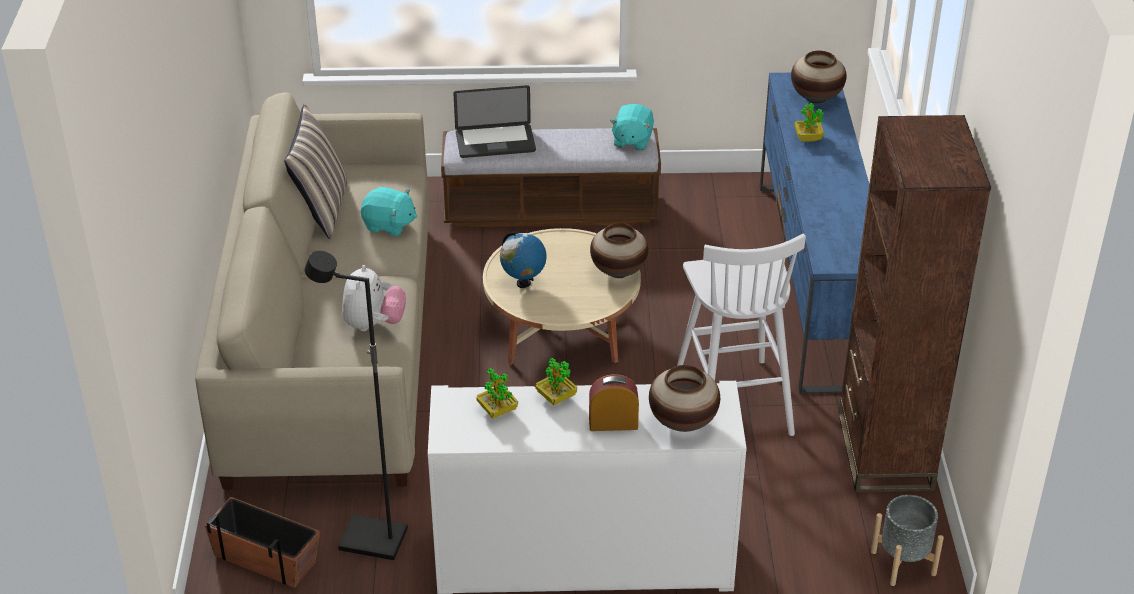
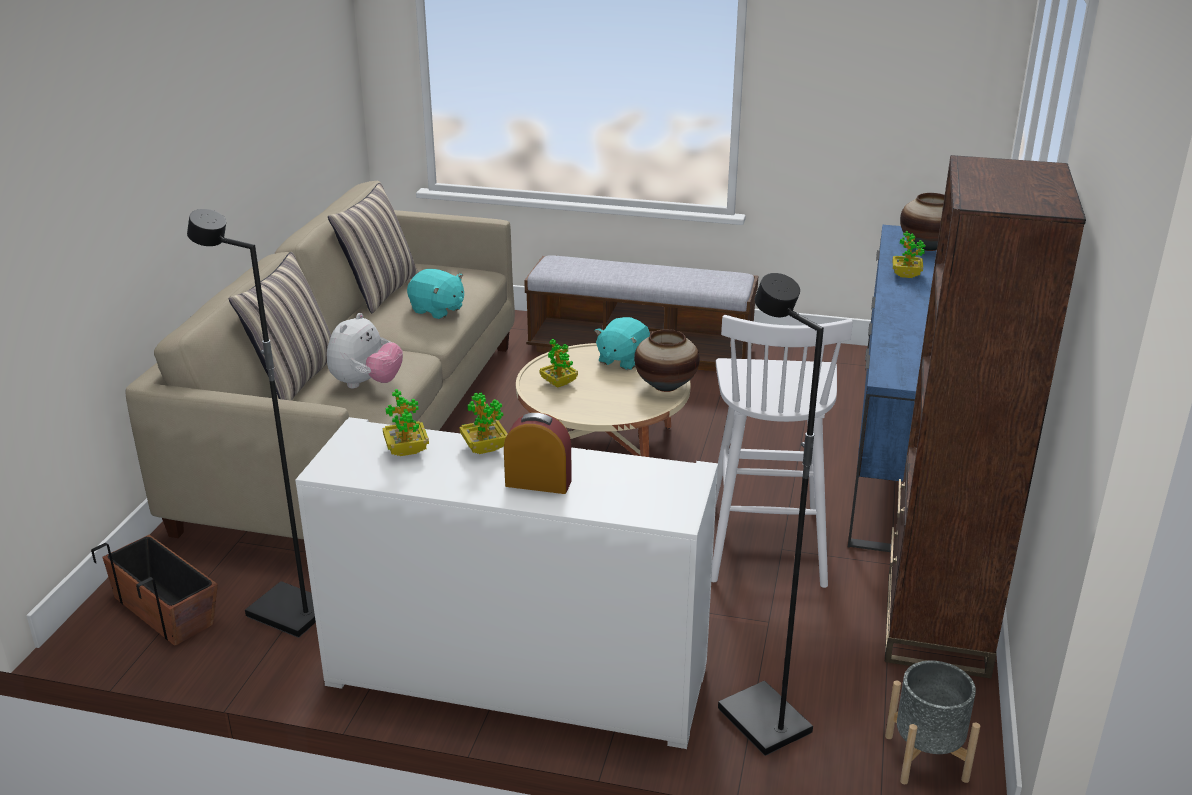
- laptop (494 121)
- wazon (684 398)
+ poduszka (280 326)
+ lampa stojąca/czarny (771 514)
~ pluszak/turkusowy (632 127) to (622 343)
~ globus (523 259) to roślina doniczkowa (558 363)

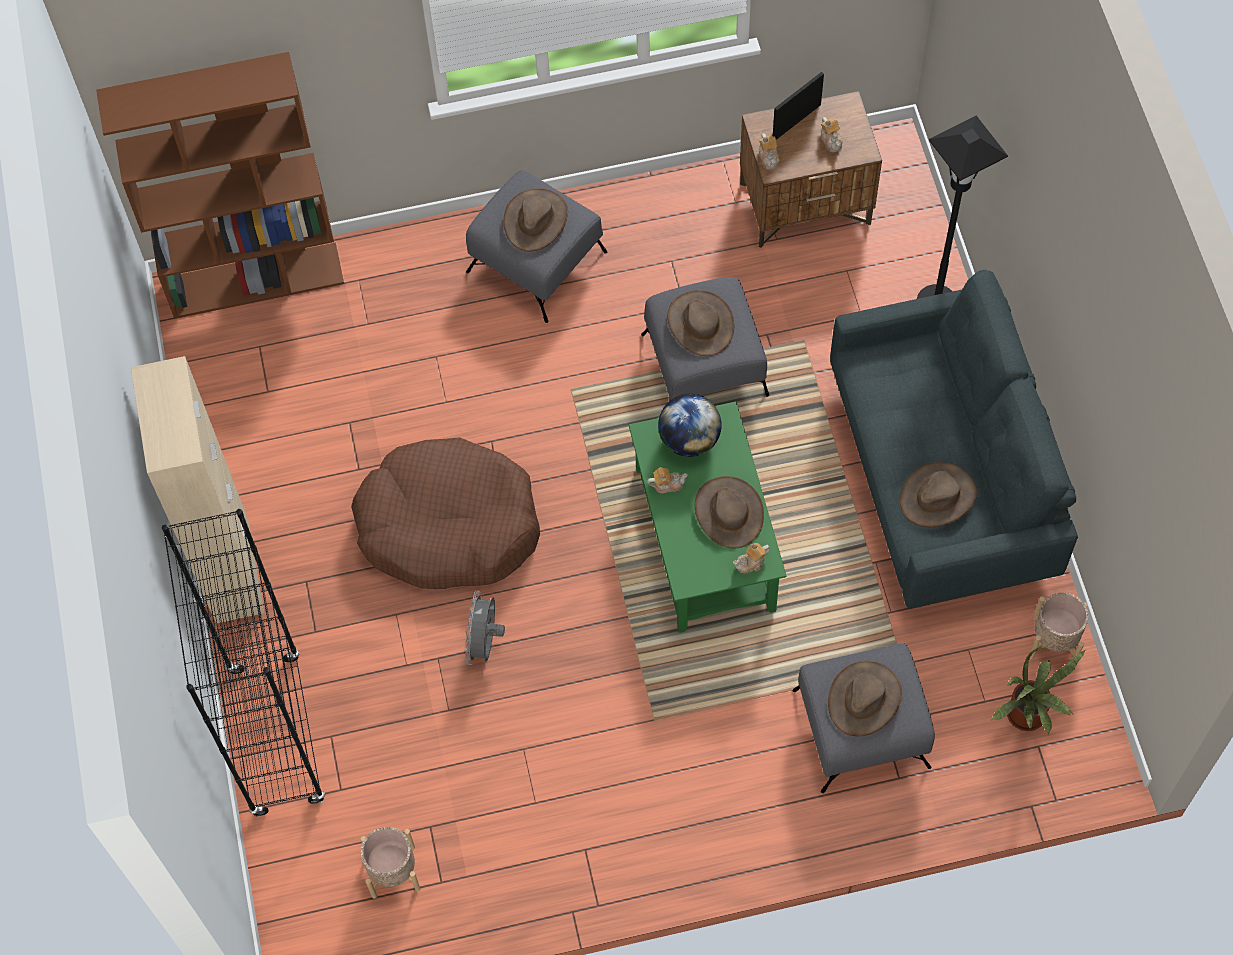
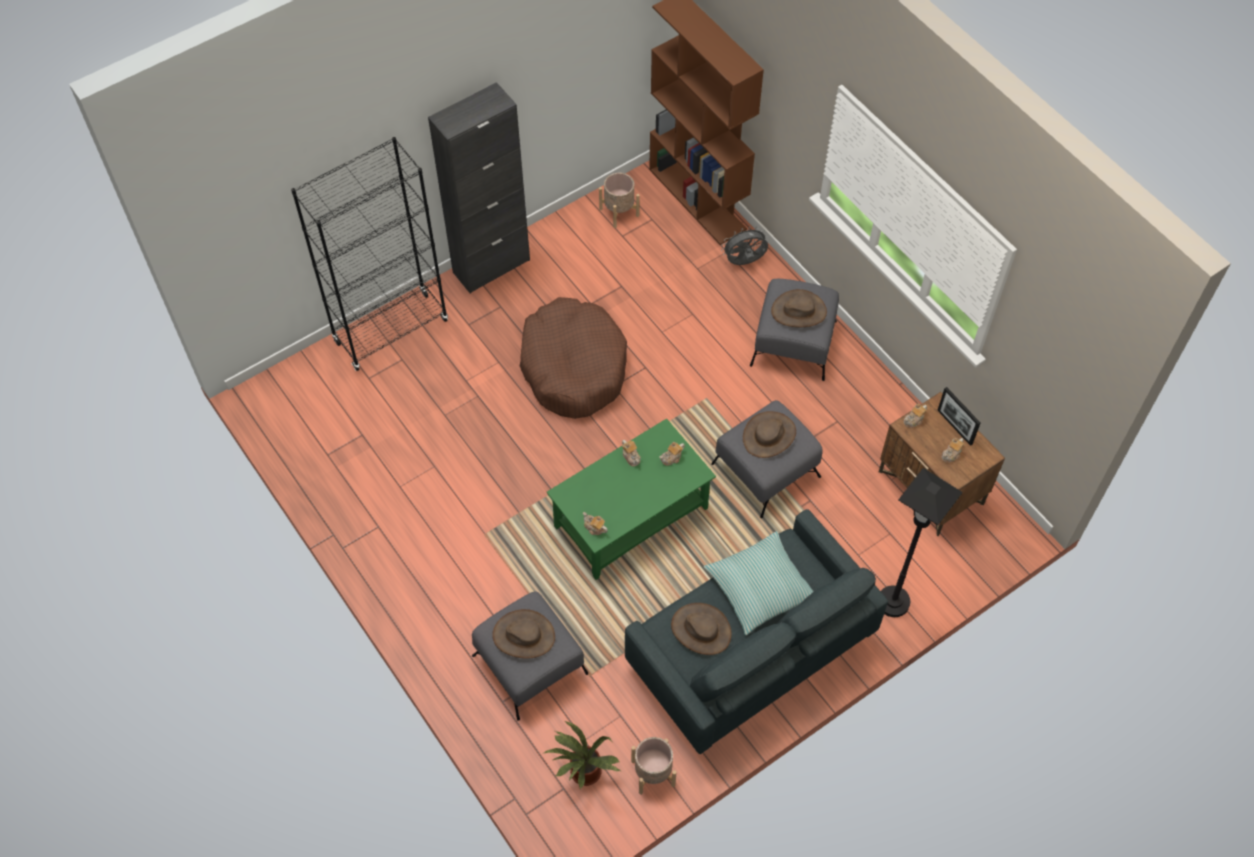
- kapelusz/brązowy (729 512)
+ poduszka (759 583)
~ donica/beżowy (390 863) to (619 200)
~ wentylator/szary (485 628) to (744 245)
~ globus (690 425) to imbryk (672 453)
~ szafka/beżowy (197 490) to szafka/czarny (479 187)
~ ramka na zdjęcie (798 106) = (958 416) 150 degrees counterclockwise

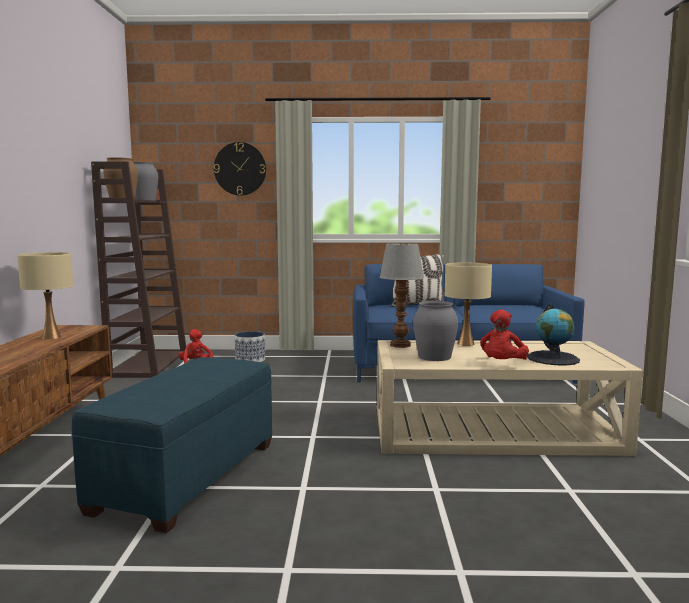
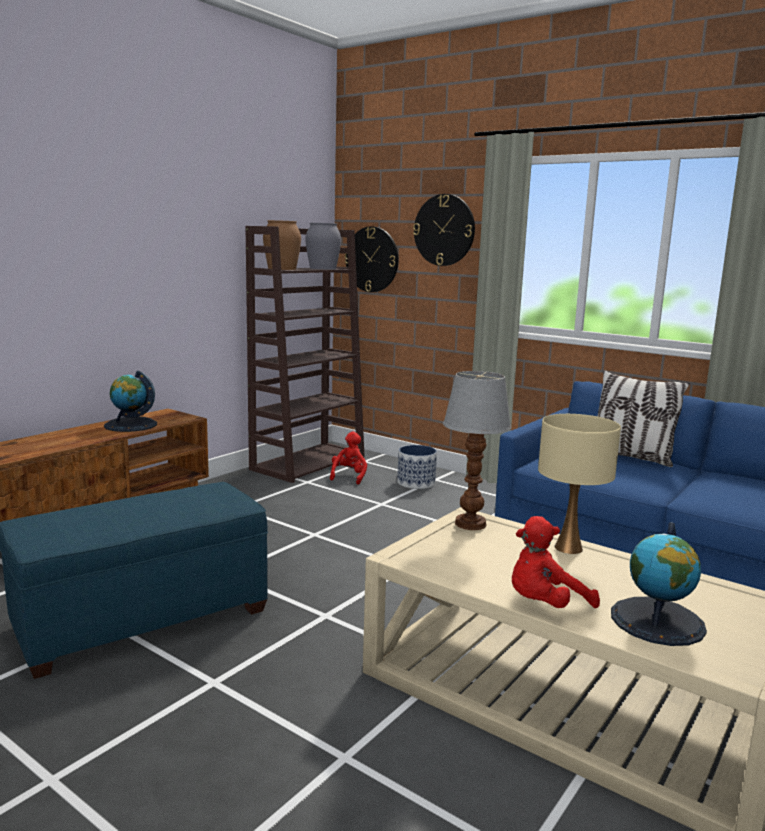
- wazon/szary (435 331)
+ zegar ścienny (371 259)
~ lampa stołowa/beżowy (45 295) to globus (130 401)

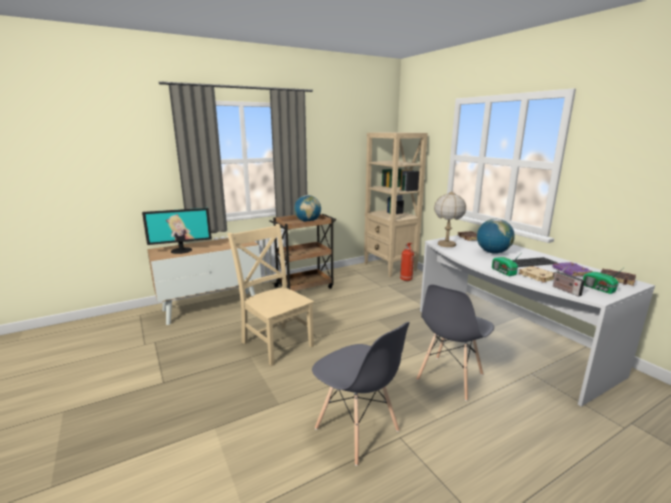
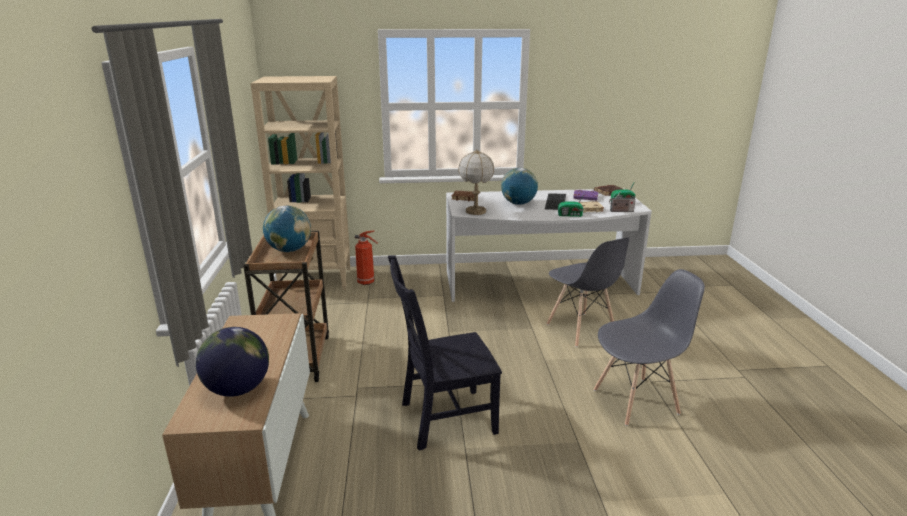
~ monitor (177 231) to globus (232 362)
~ krzesło/beżowy (270 295) to krzesło/czarny (445 353)

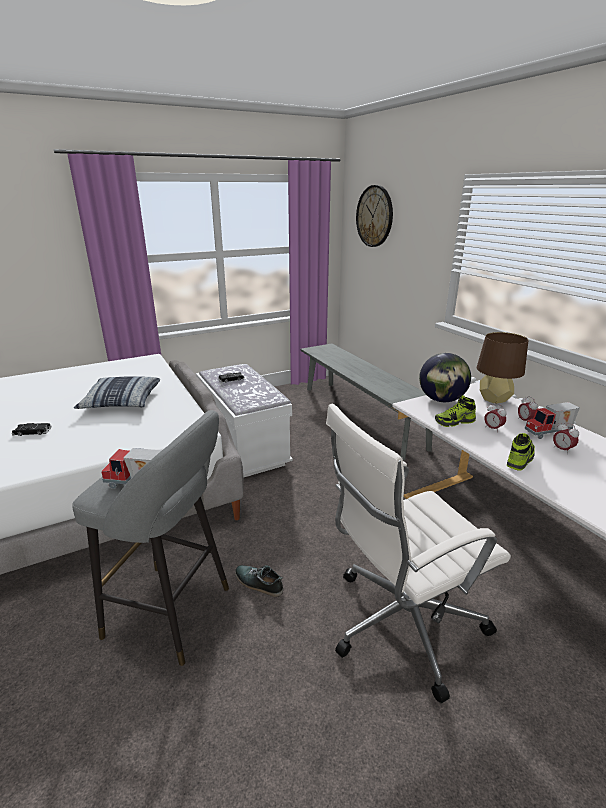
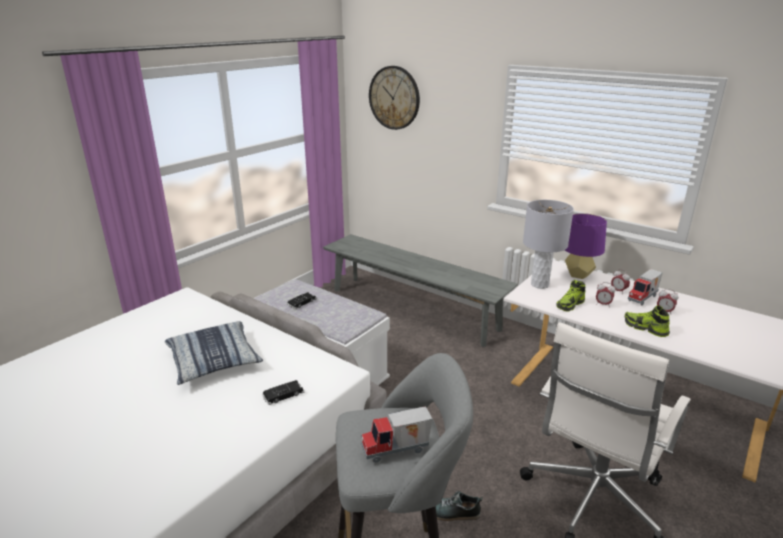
~ samochodzik/czarny (32 429) to (283 392)
~ globus (445 377) to lampa stołowa/szary (548 244)
~ lampa stołowa/brązowy (502 368) to lampa stołowa/fioletowy (586 246)
~ but (521 452) = (647 321) 60 degrees counterclockwise

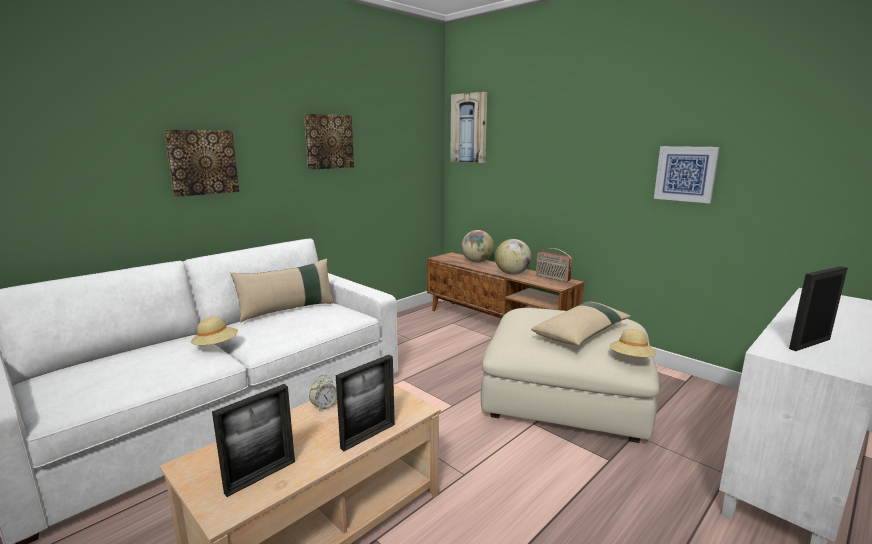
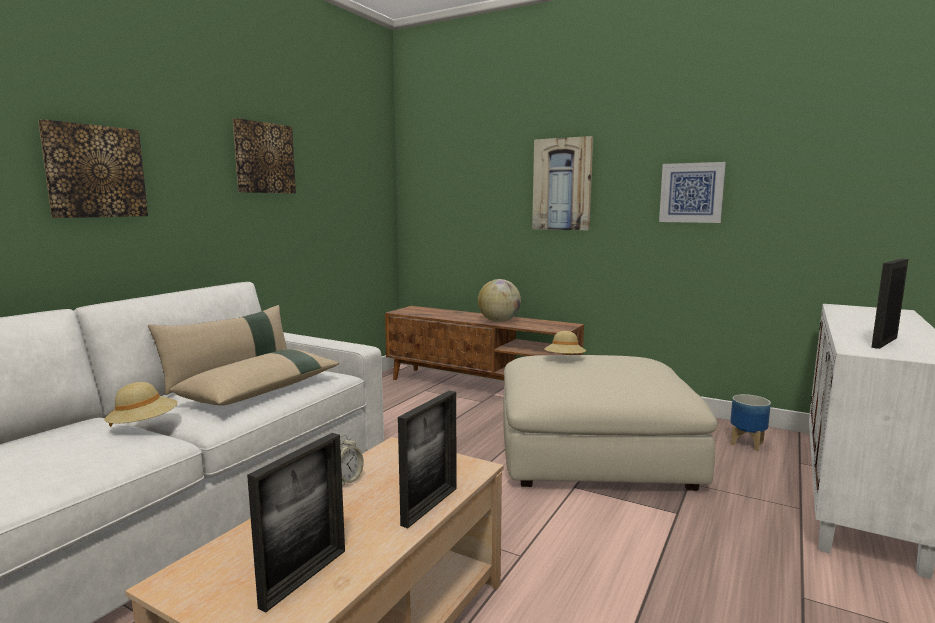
- globus (477 246)
- radio (554 265)
+ donica (750 422)
~ obraz (468 127) to (562 183)
~ poduszka/beżowy (581 324) to (254 377)
~ kapelusz/beżowy (633 343) to (565 343)

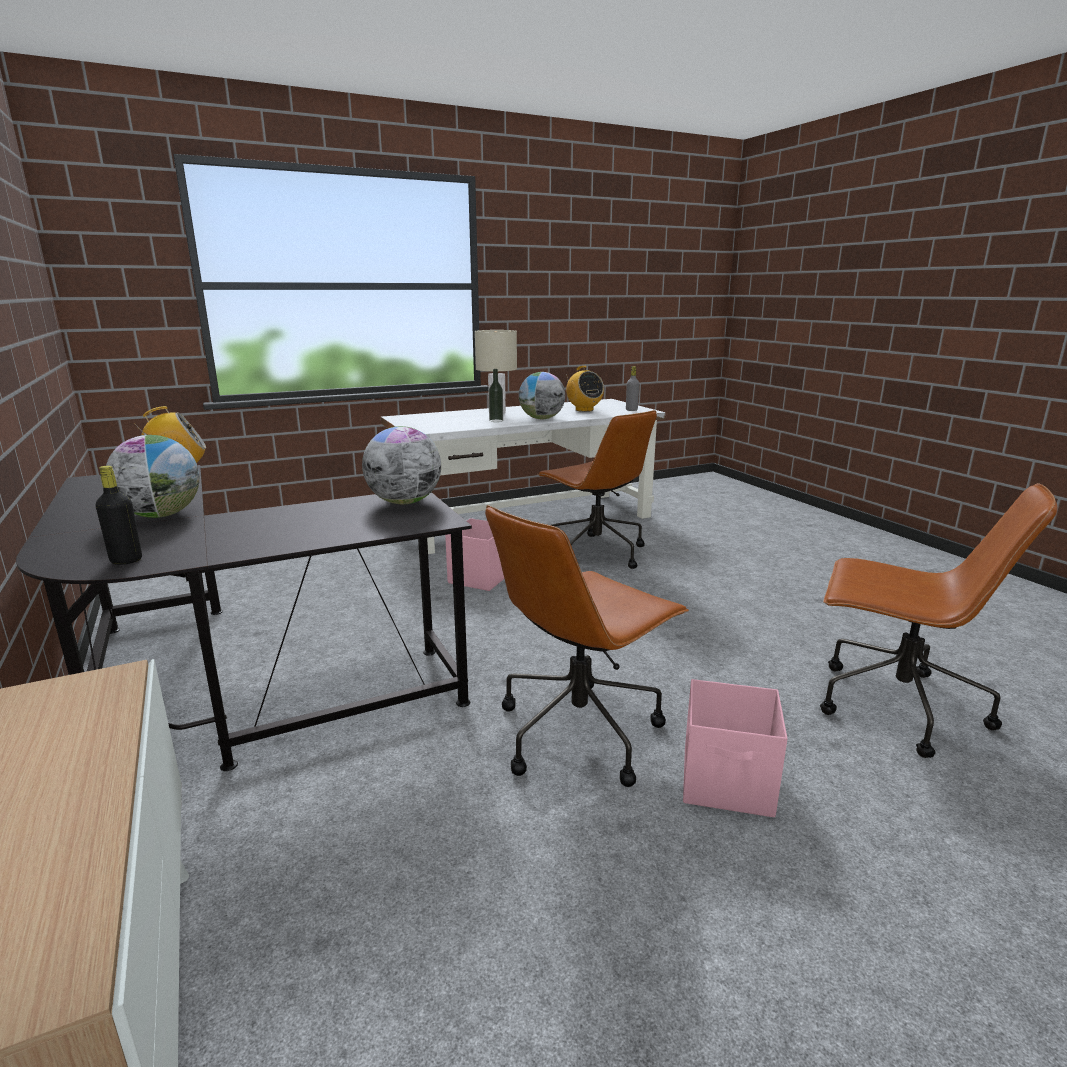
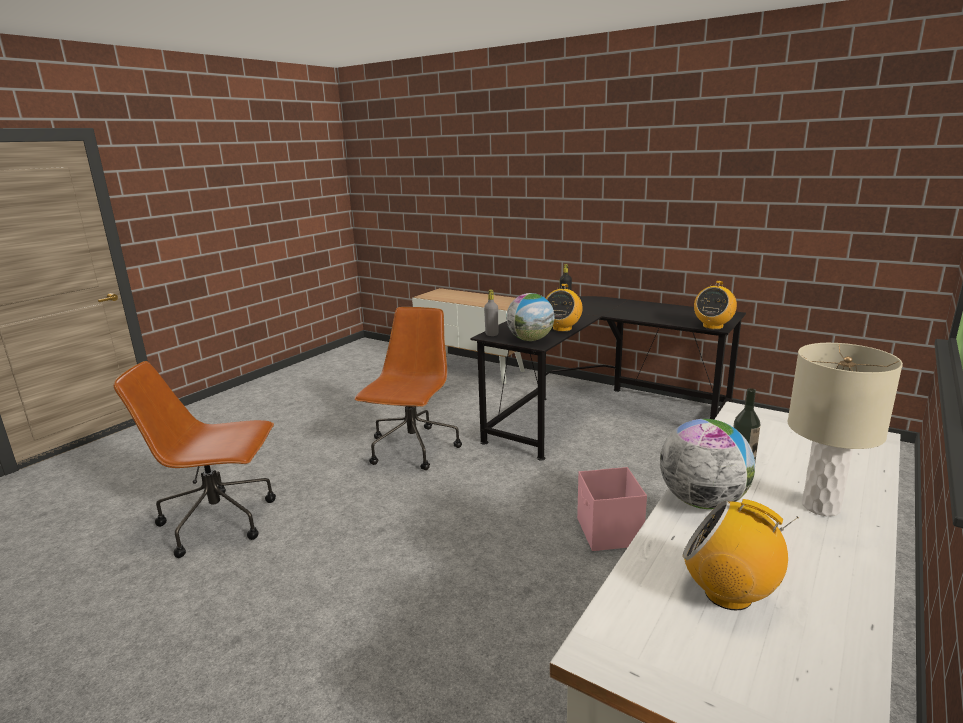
- globus (153 476)
- krzesło biurowe/brązowy (597 489)
- pojemnik do przechowywania/różowy (735 748)
+ radio (564 308)
~ butelka/szary (632 388) to (491 312)

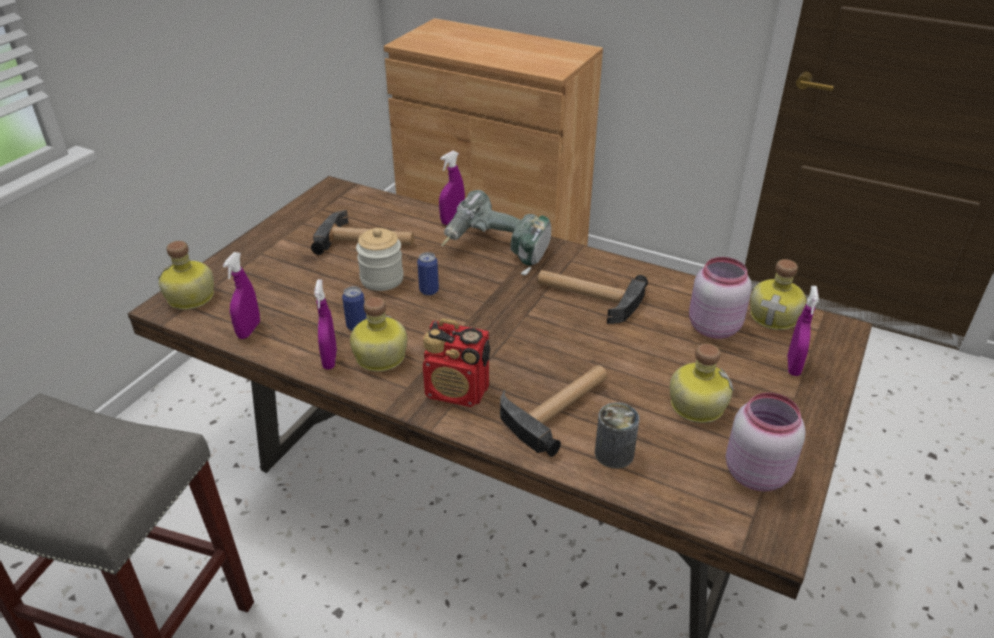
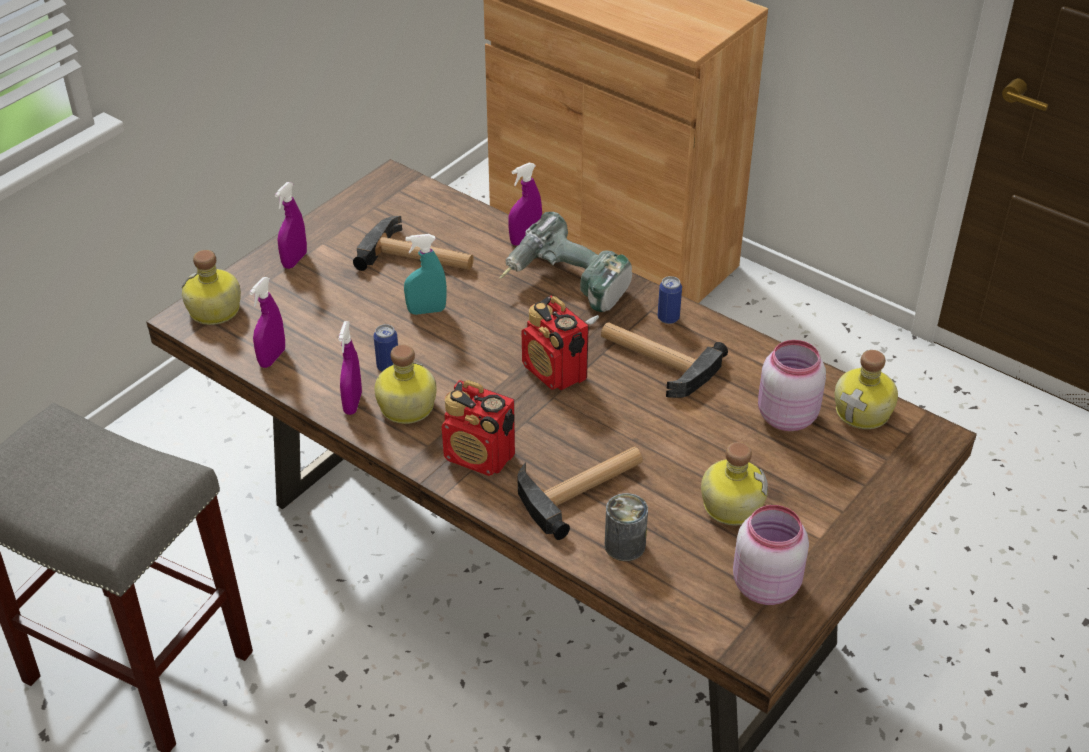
+ radio (555 343)
~ puszka (428 274) to (670 300)
~ spryskiwacz/fioletowy (803 331) to (291 225)
~ słoik (380 259) to spryskiwacz/turkusowy (425 274)

